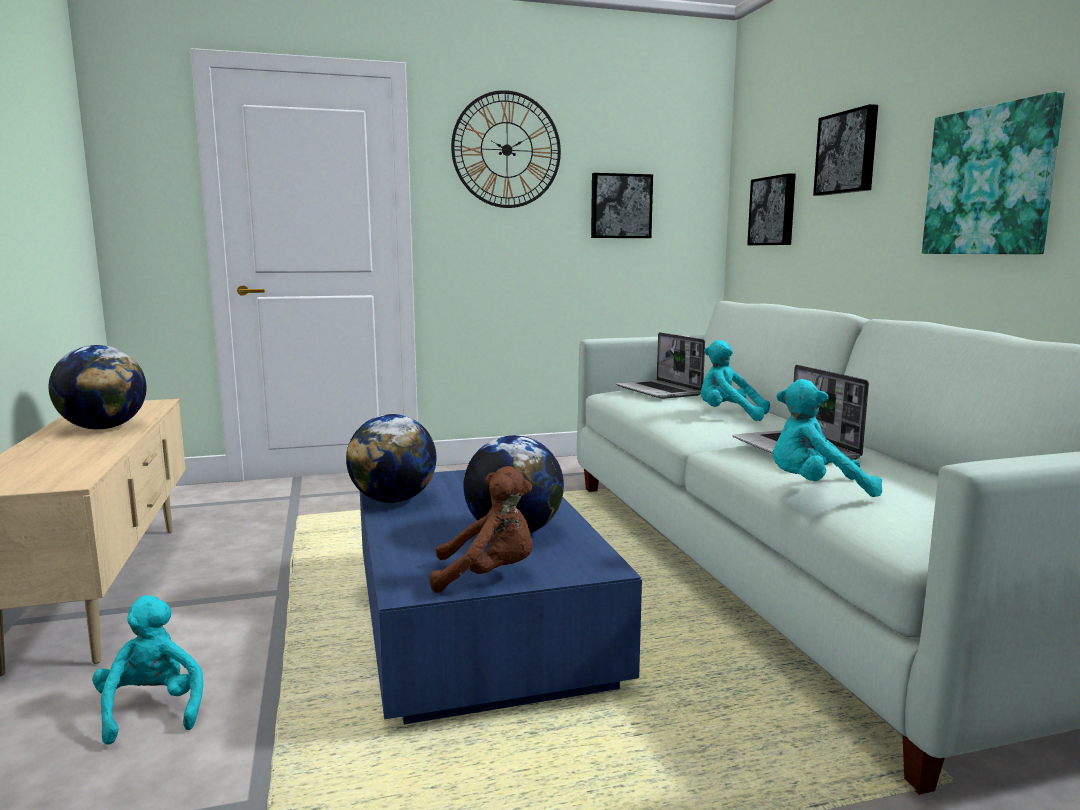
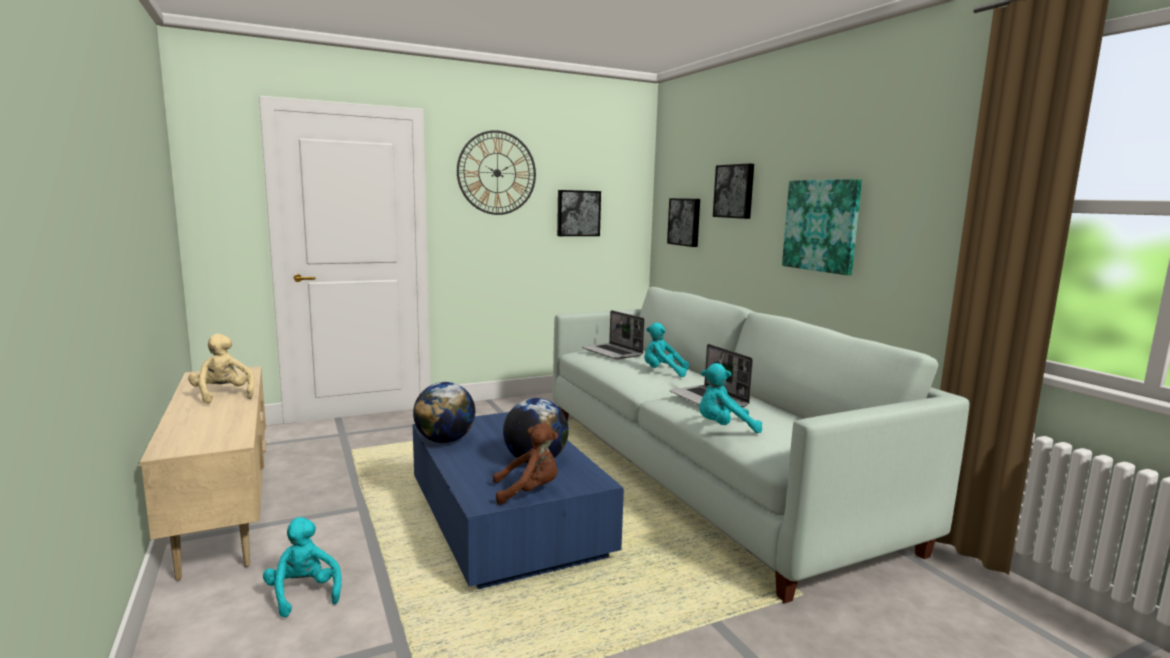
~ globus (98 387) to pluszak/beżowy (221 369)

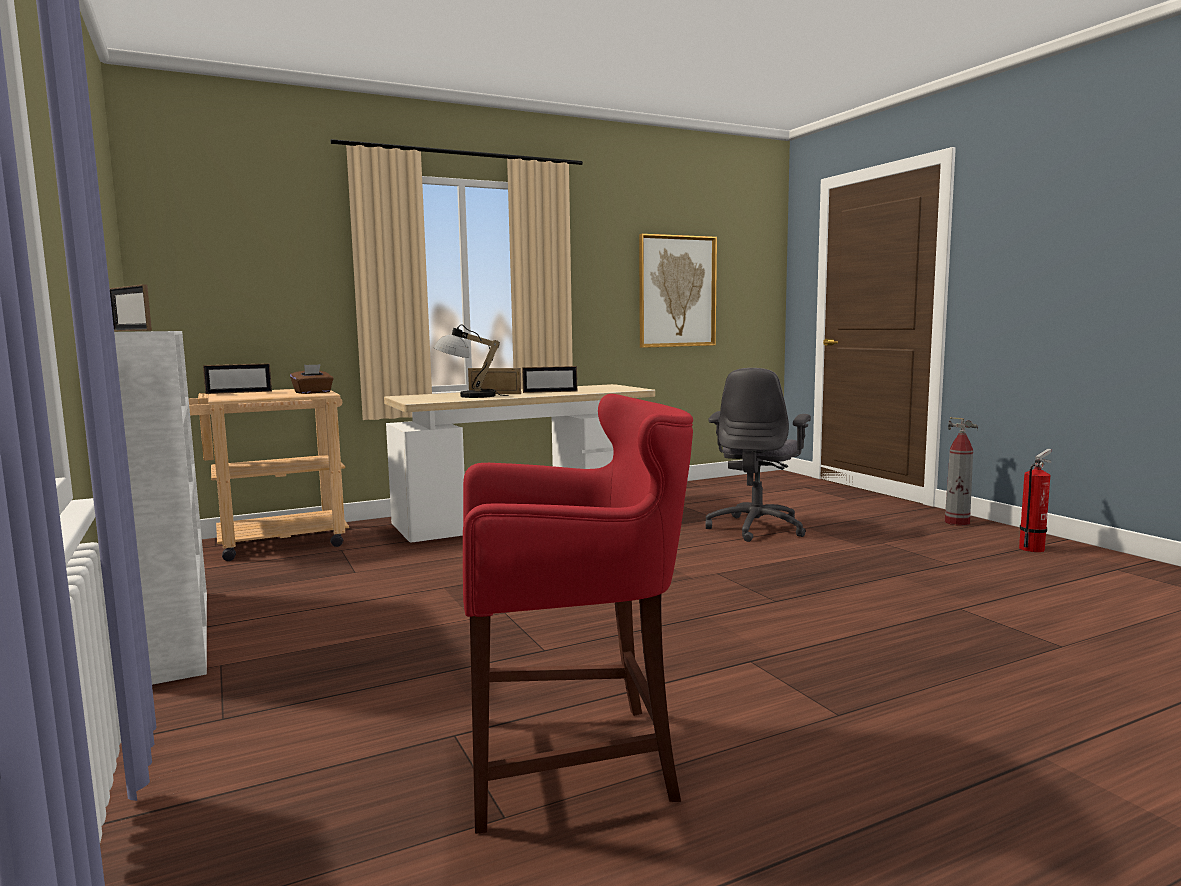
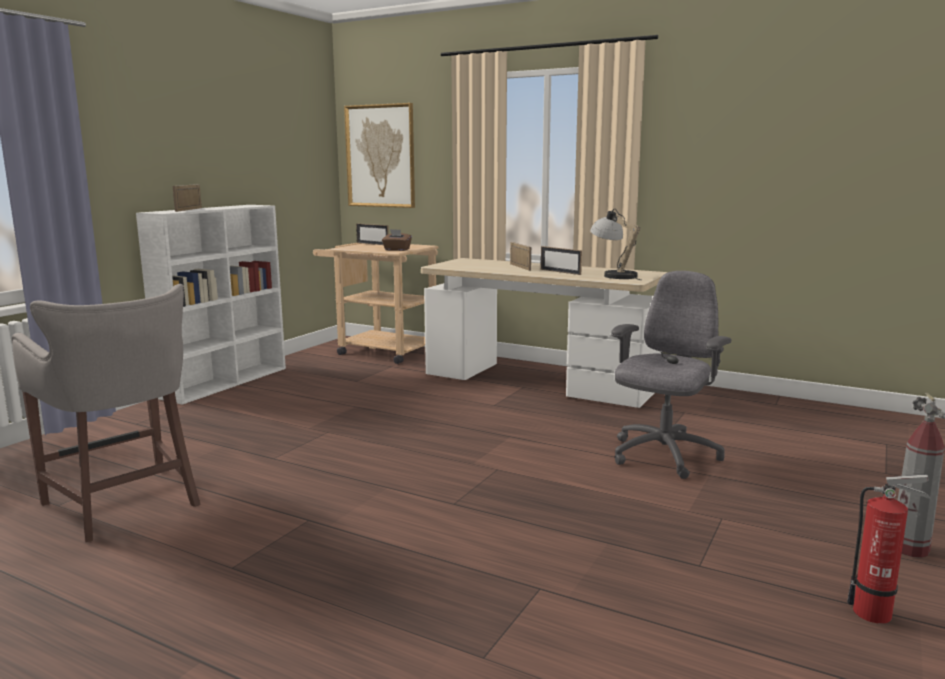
~ lampa stołowa (471 361) to (615 244)
~ obraz (678 291) to (379 155)
~ stołek/czerwony (578 614) to stołek/szary (106 413)
~ krzesło biurowe/szary (758 455) = (671 375) 135 degrees clockwise

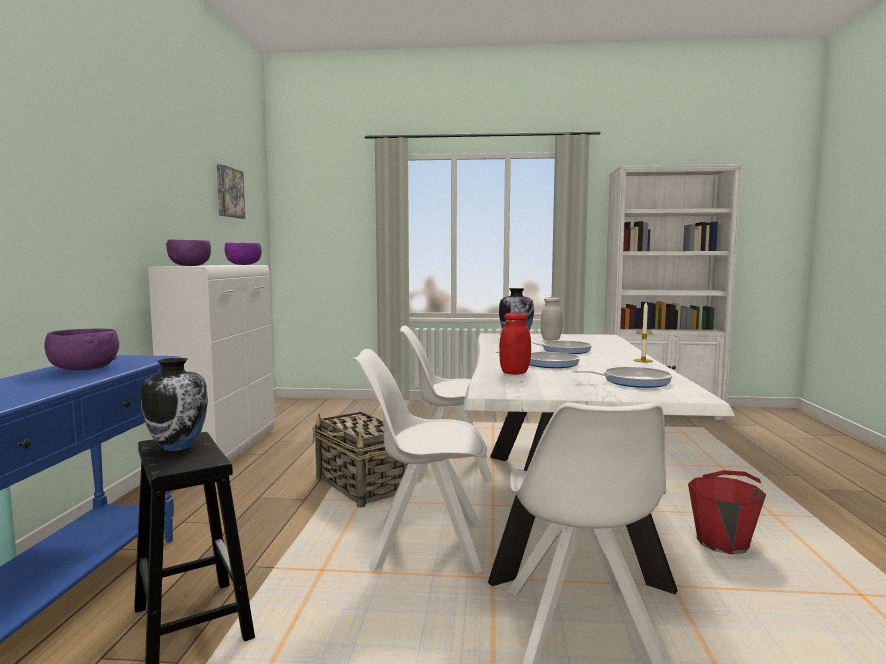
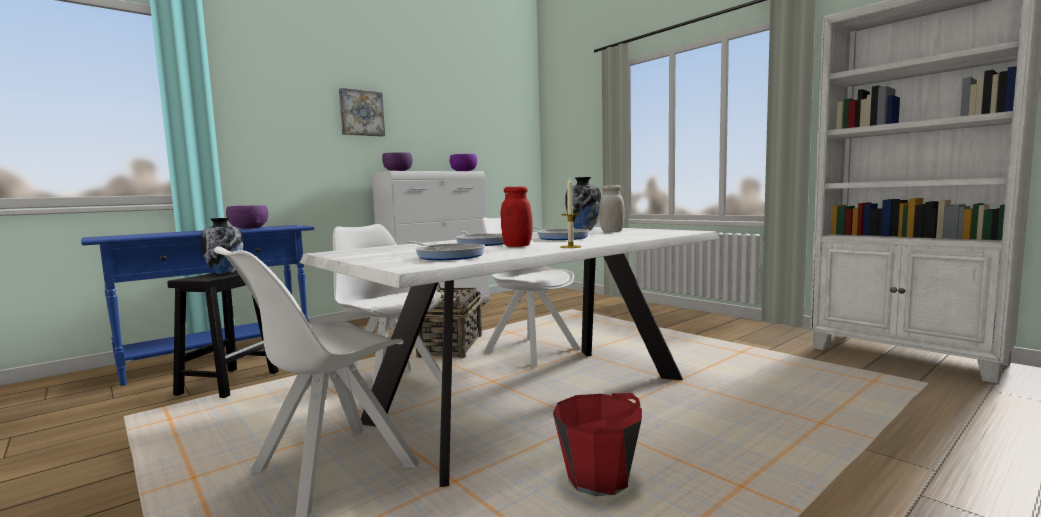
~ obraz (231 191) to (362 112)
~ słoik/czerwony (515 344) to (516 217)

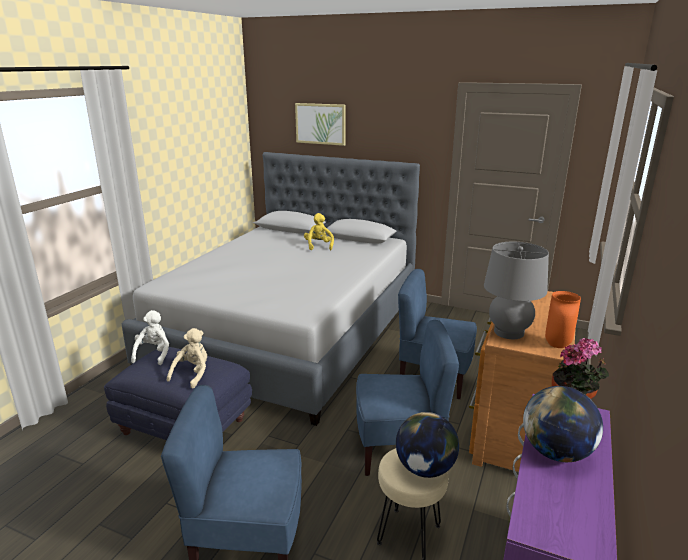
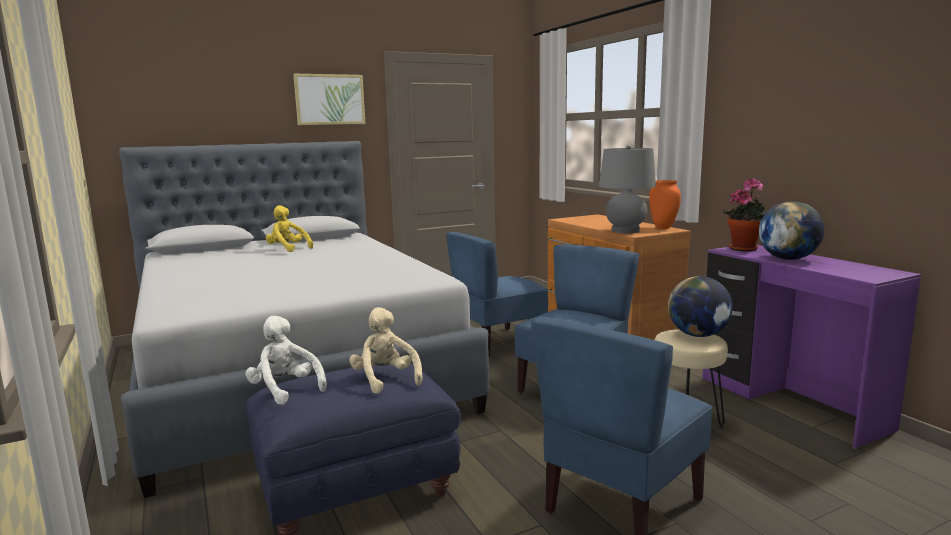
~ obraz (320 124) to (329 99)

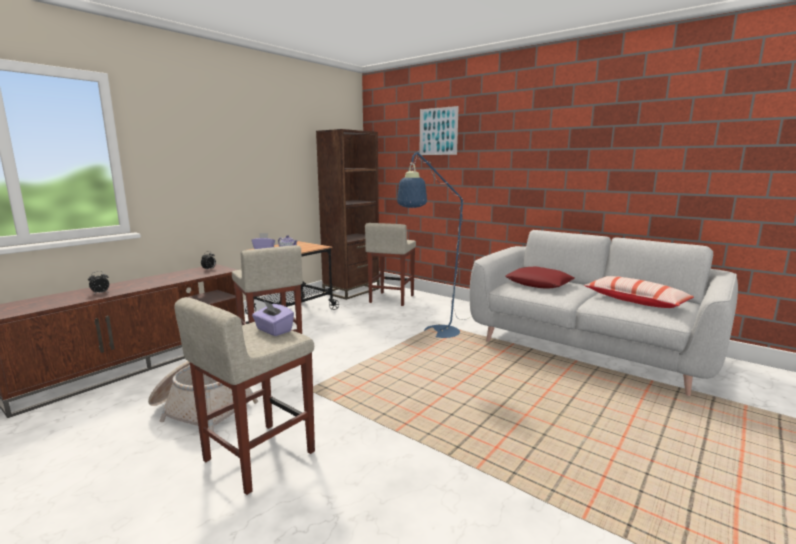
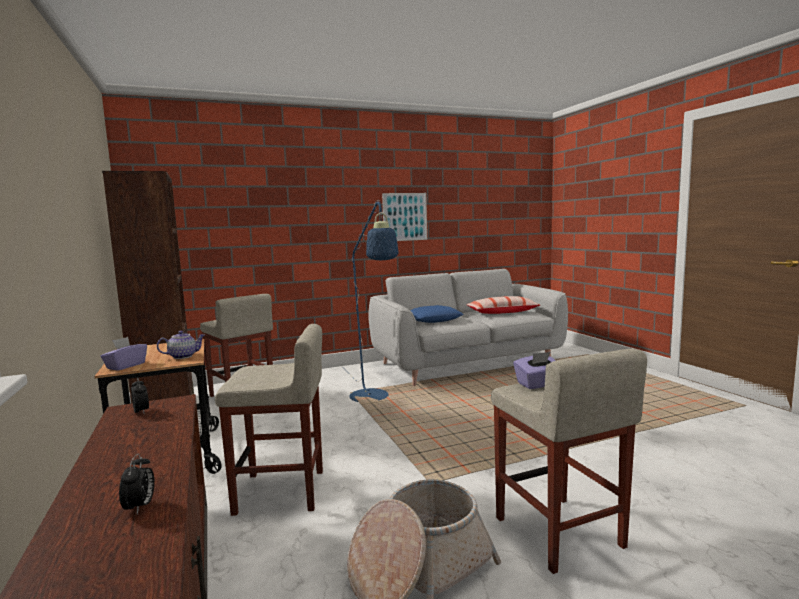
~ obraz (439 130) to (404 217)
~ poduszka/czerwony (540 277) to poduszka/niebieski (436 314)

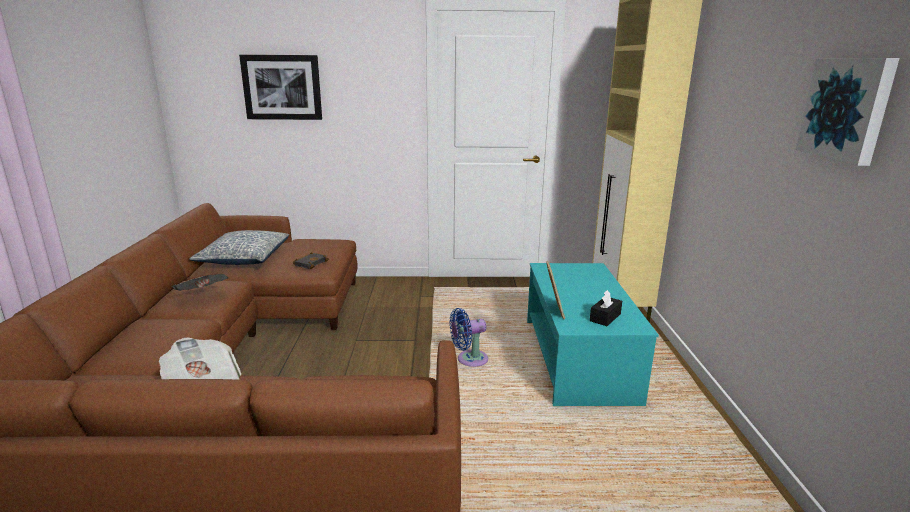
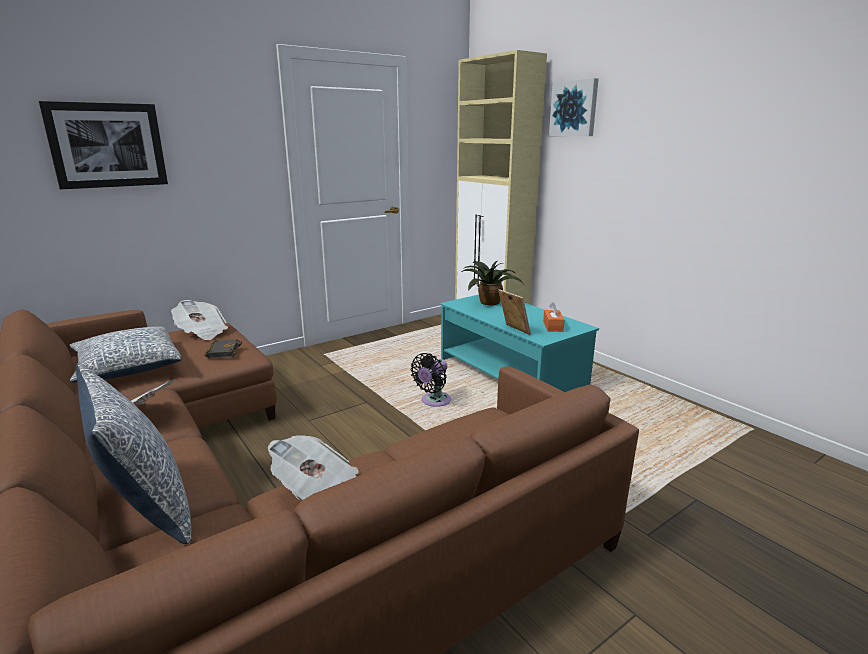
+ poduszka (134 453)
+ gazeta (199 320)
+ roślina doniczkowa (491 283)
~ obraz (848 112) to (574 107)
~ wentylator/niebieski (468 337) to wentylator/czarny (431 380)
~ pudełko chusteczek/czarny (606 308) to pudełko chusteczek/pomarańczowy (554 317)

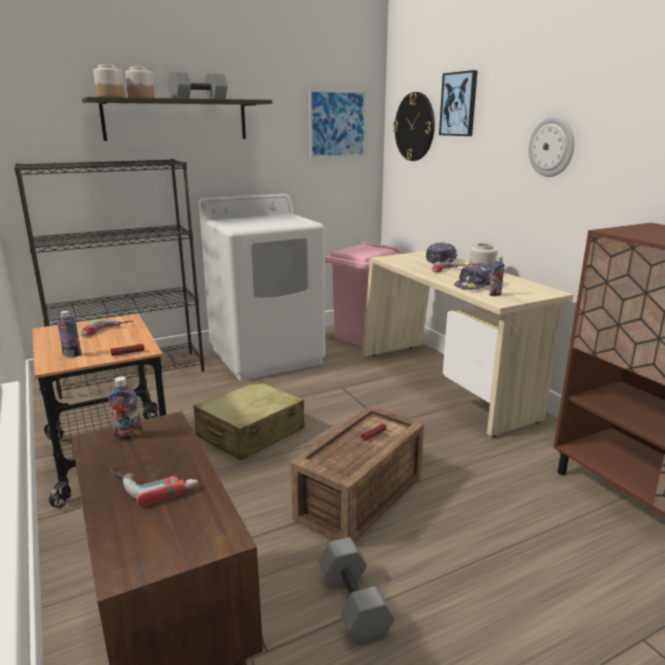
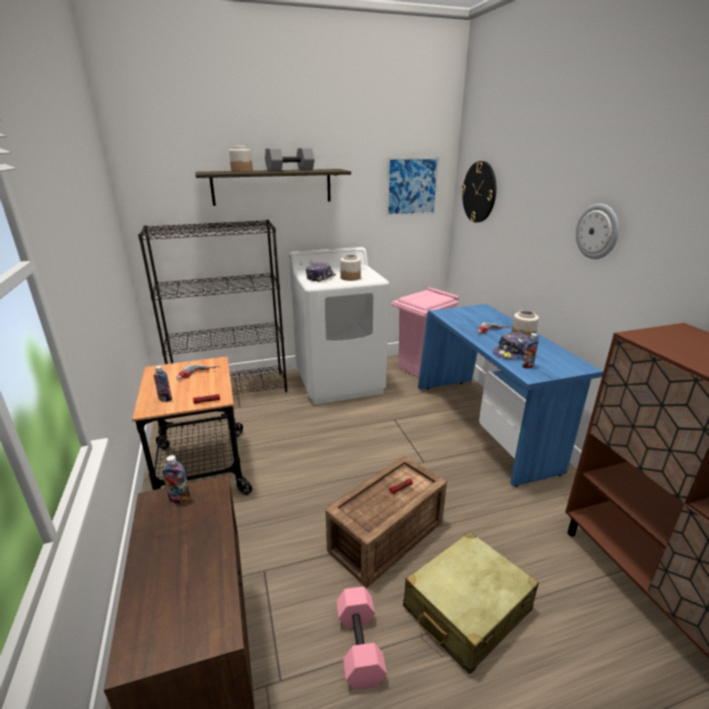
- wiertarka (154 488)
- obraz (458 103)
~ słoik (109 80) to (350 268)
~ walizka/beżowy (249 421) to (471 602)
~ czapka z daszkiem (441 252) to (321 272)
~ hantel/szary (357 591) to hantel/różowy (361 638)
~ biurko/beżowy (468 344) to biurko/niebieski (510 395)

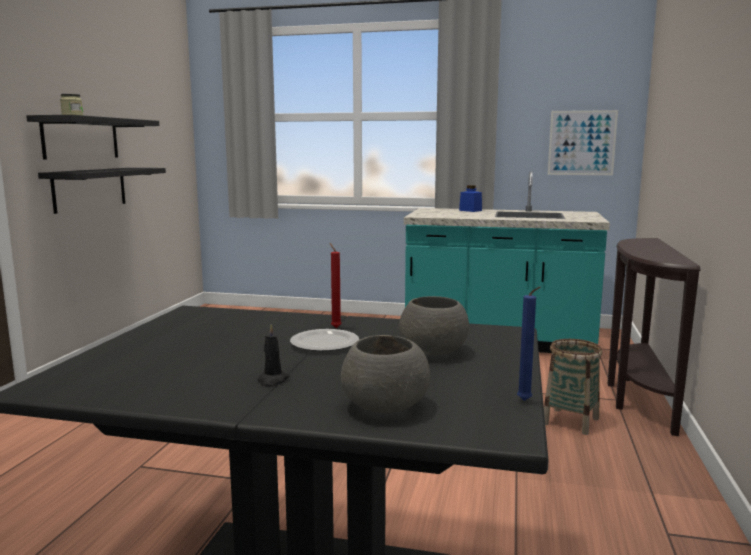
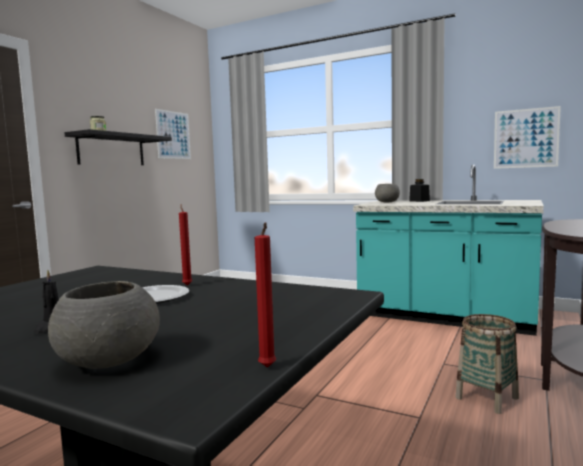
- półka/czarny (102 191)
+ obraz (173 134)
~ miska/szary (434 325) to (387 193)
~ słoik/niebieski (470 198) to słoik/czarny (419 190)
~ świeca/niebieski (529 344) to świeca/czerwony (265 294)

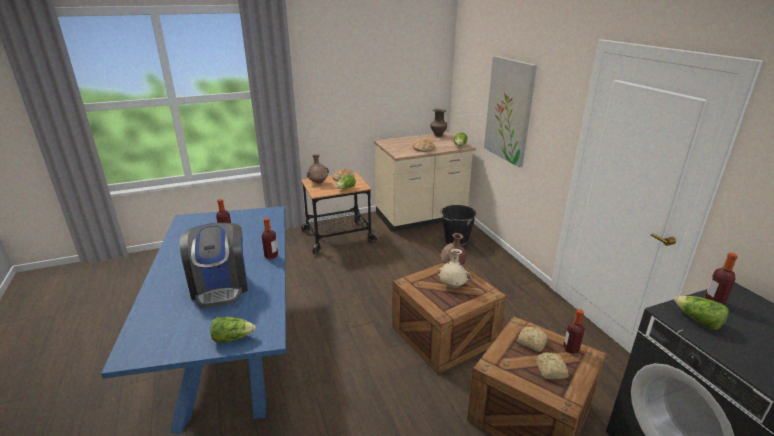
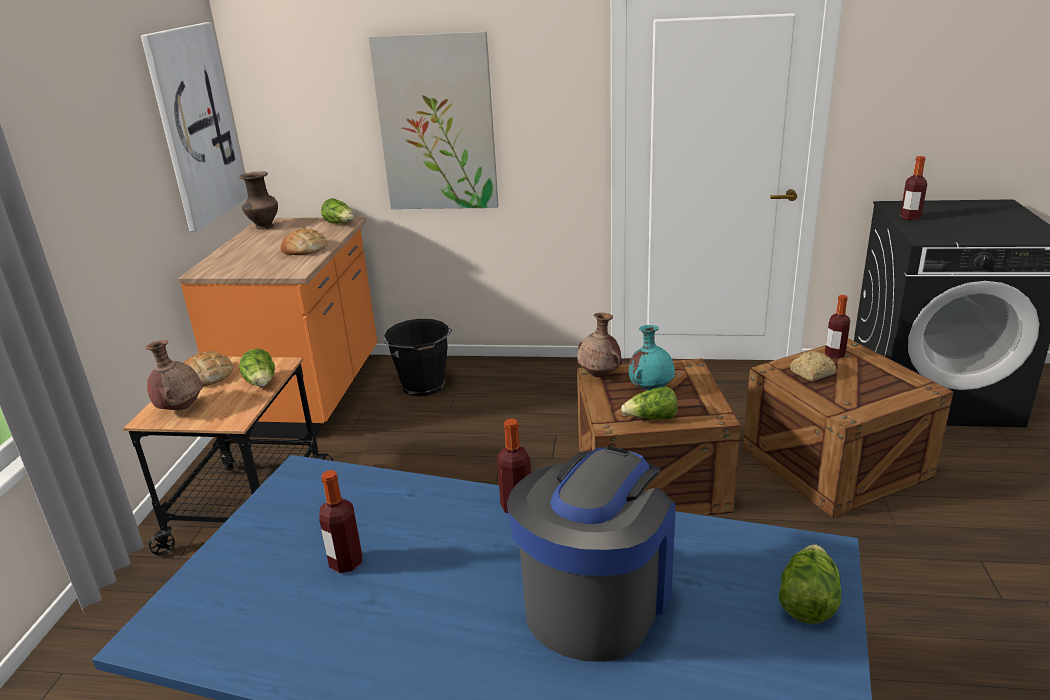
- chleb (552 365)
+ obraz (194 126)
~ sałata (701 313) to (649 403)
~ zabudowa kuchenna/beżowy (425 182) to zabudowa kuchenna/pomarańczowy (277 328)
~ wazon/beżowy (454 268) to wazon/turkusowy (652 357)
~ ekspres do kawy (214 265) = (591 554) 75 degrees counterclockwise

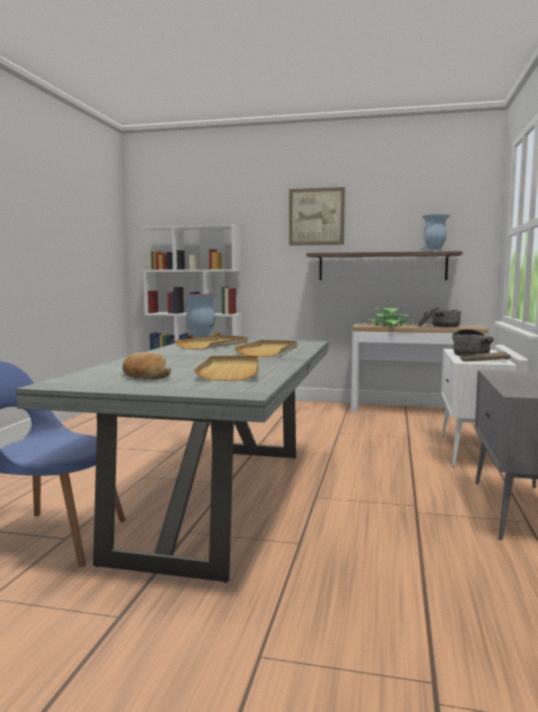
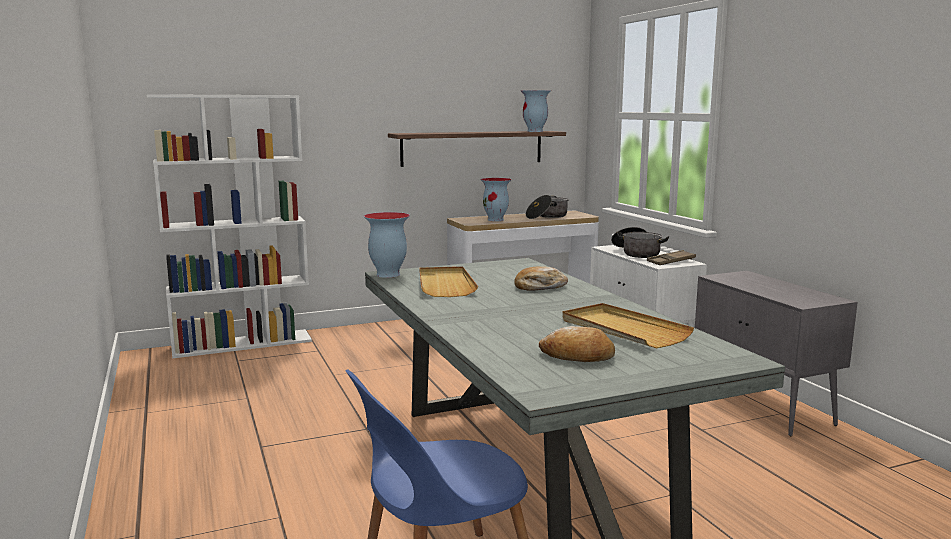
- obraz (317 216)
~ taca/beżowy (265 348) to chleb (541 278)
~ roślina doniczkowa (388 317) to wazon (496 199)

